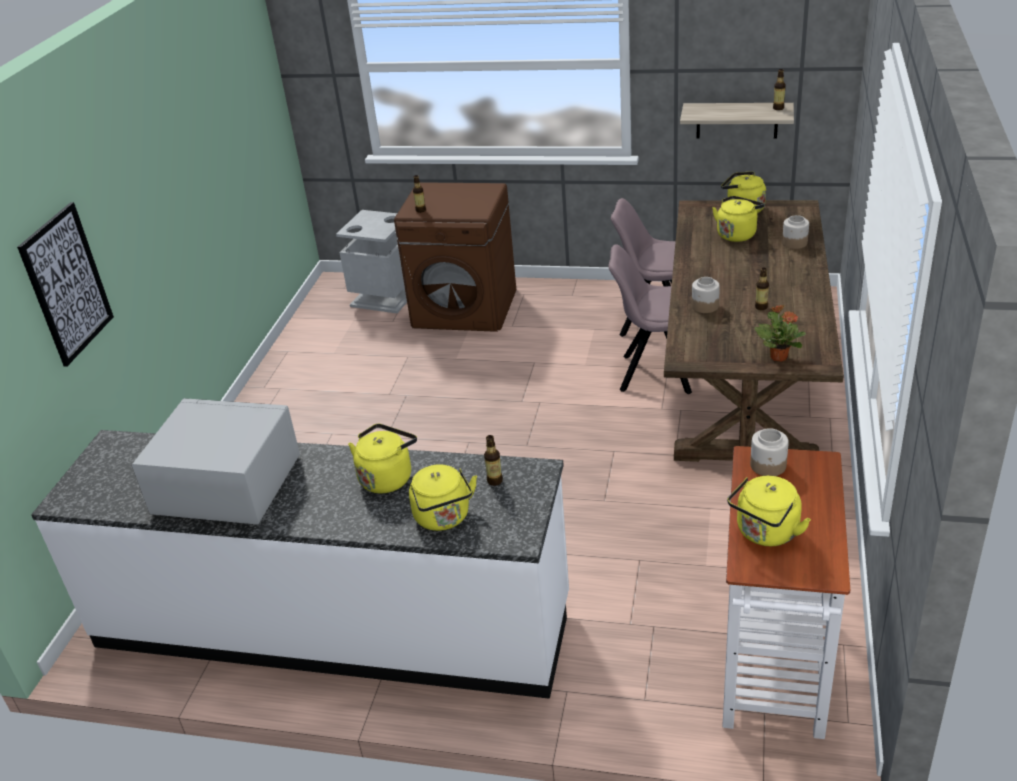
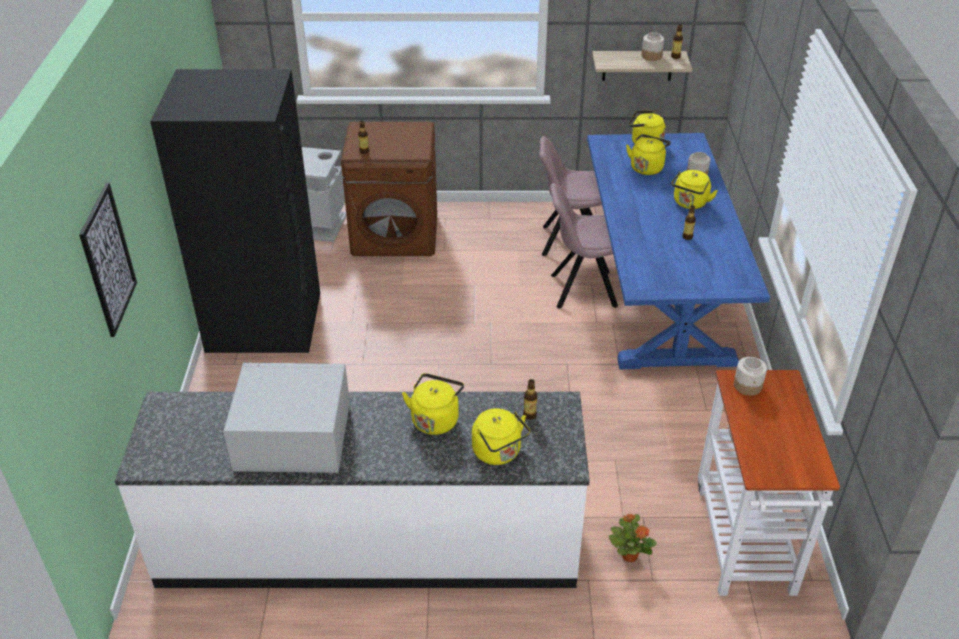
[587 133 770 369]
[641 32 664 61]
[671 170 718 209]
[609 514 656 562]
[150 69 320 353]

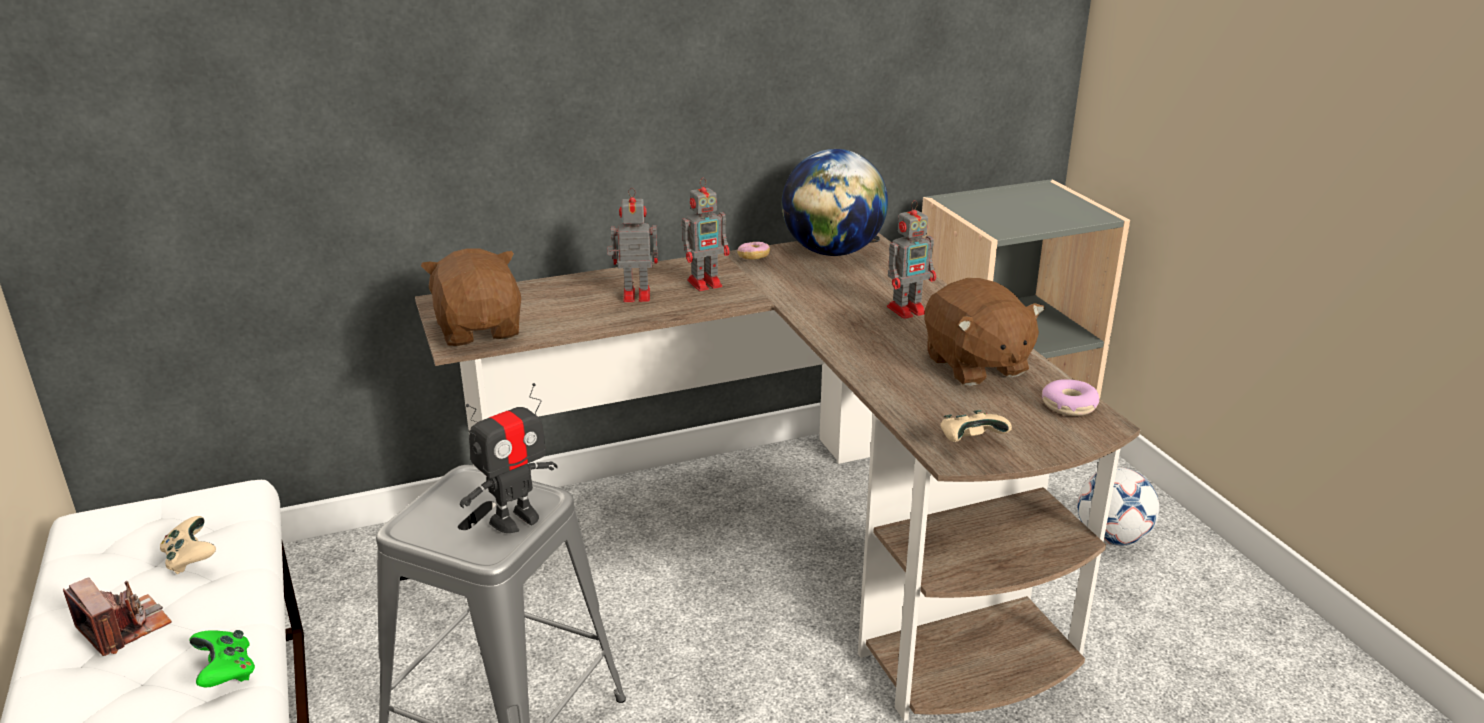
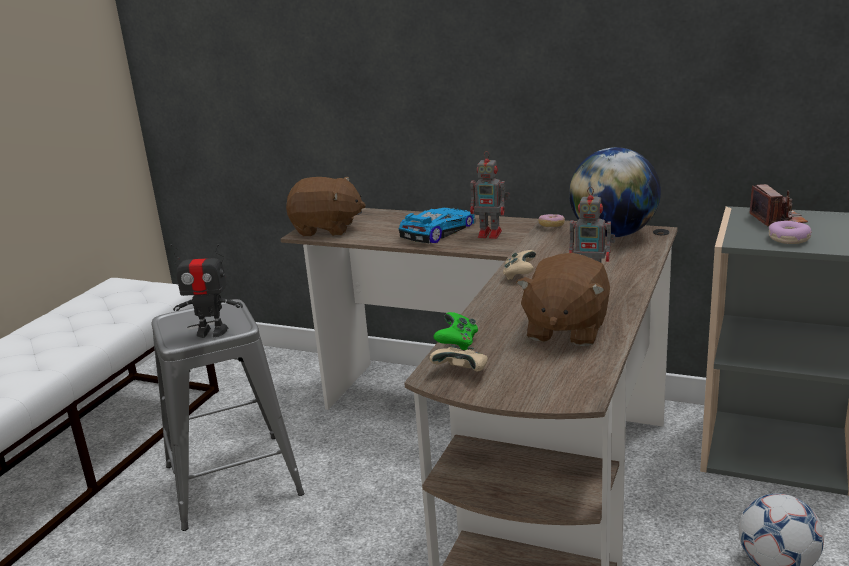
[749 184 808 226]
[503 250 536 280]
[433 312 478 350]
[286 177 366 236]
[398 207 476 244]
[769 221 812 244]

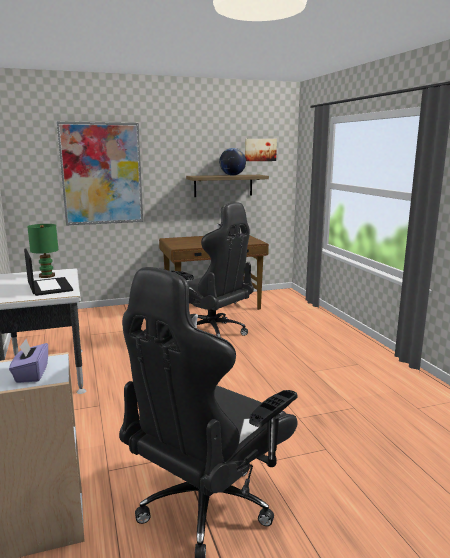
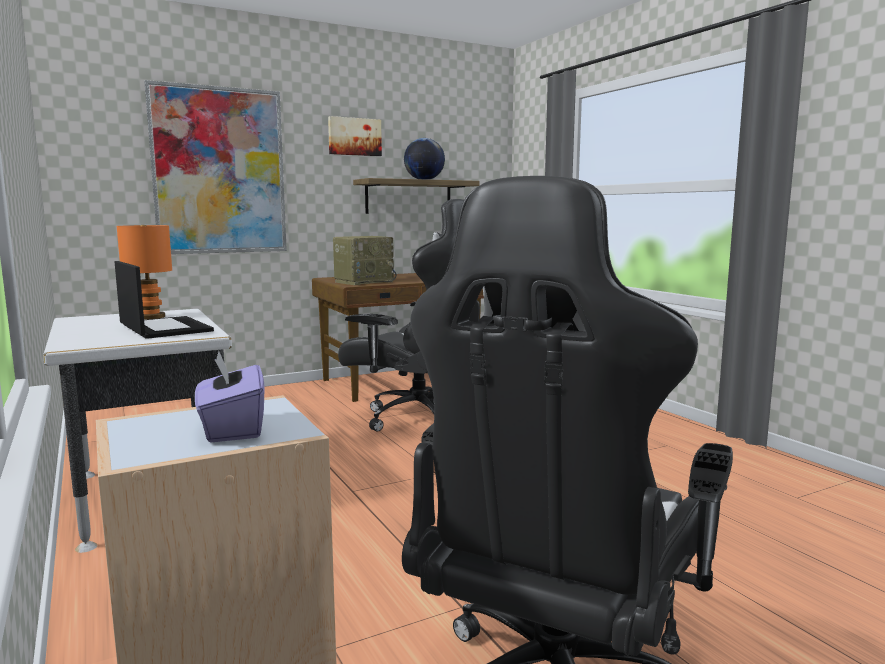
[116 225 172 320]
[328 116 382 156]
[333 236 397 285]

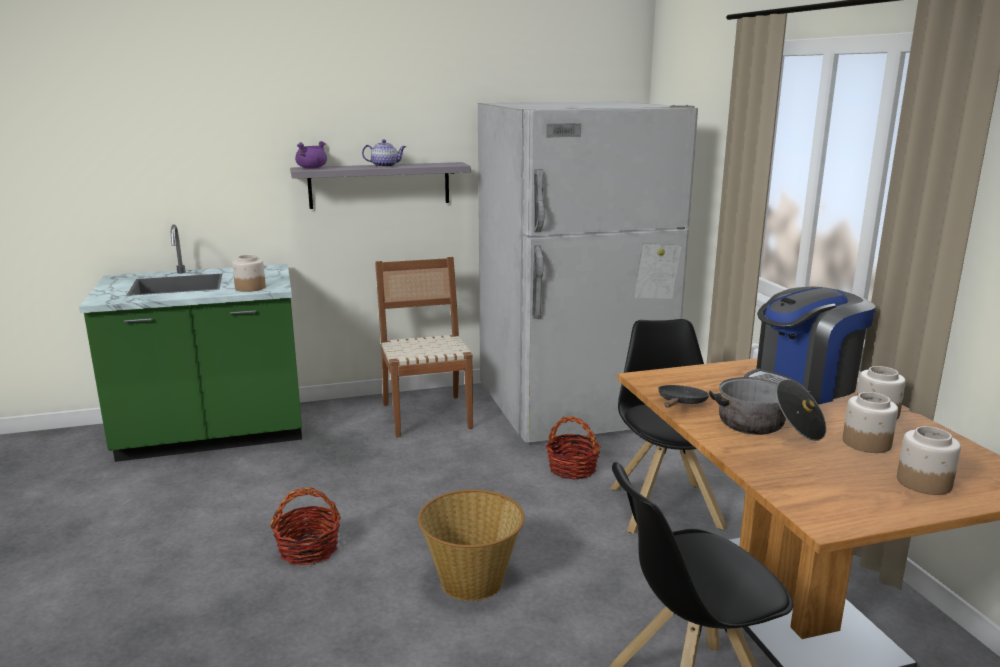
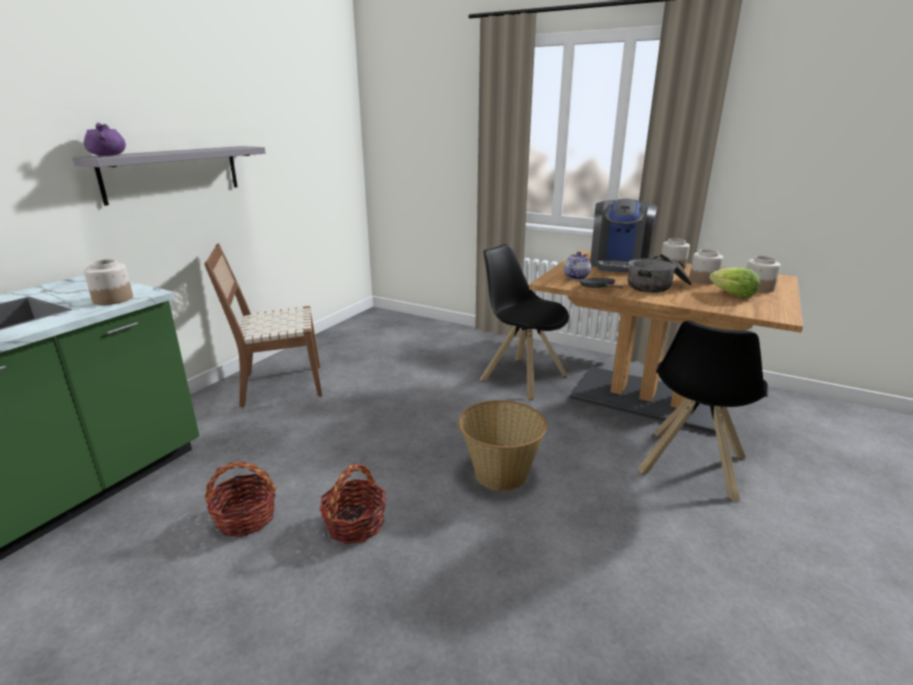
[564 252 591 280]
[204 243 322 407]
[478 102 698 443] (first image)
[205 461 277 537]
[709 267 760 298]

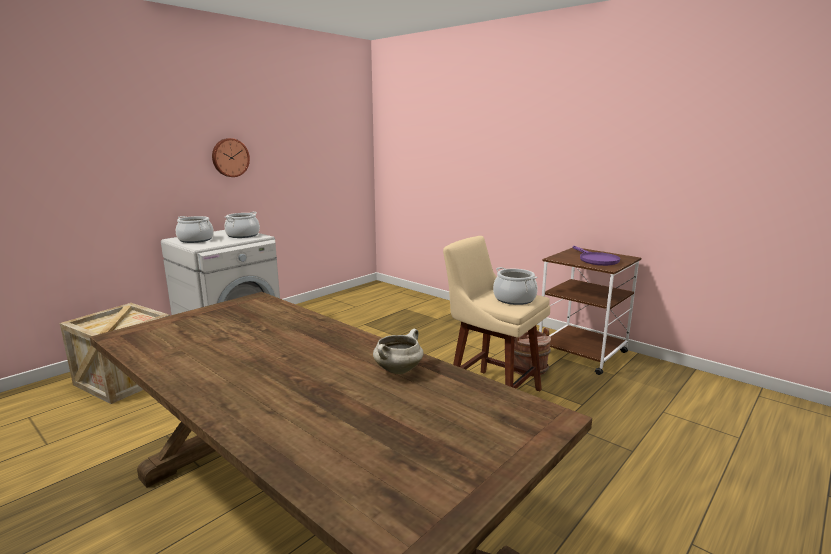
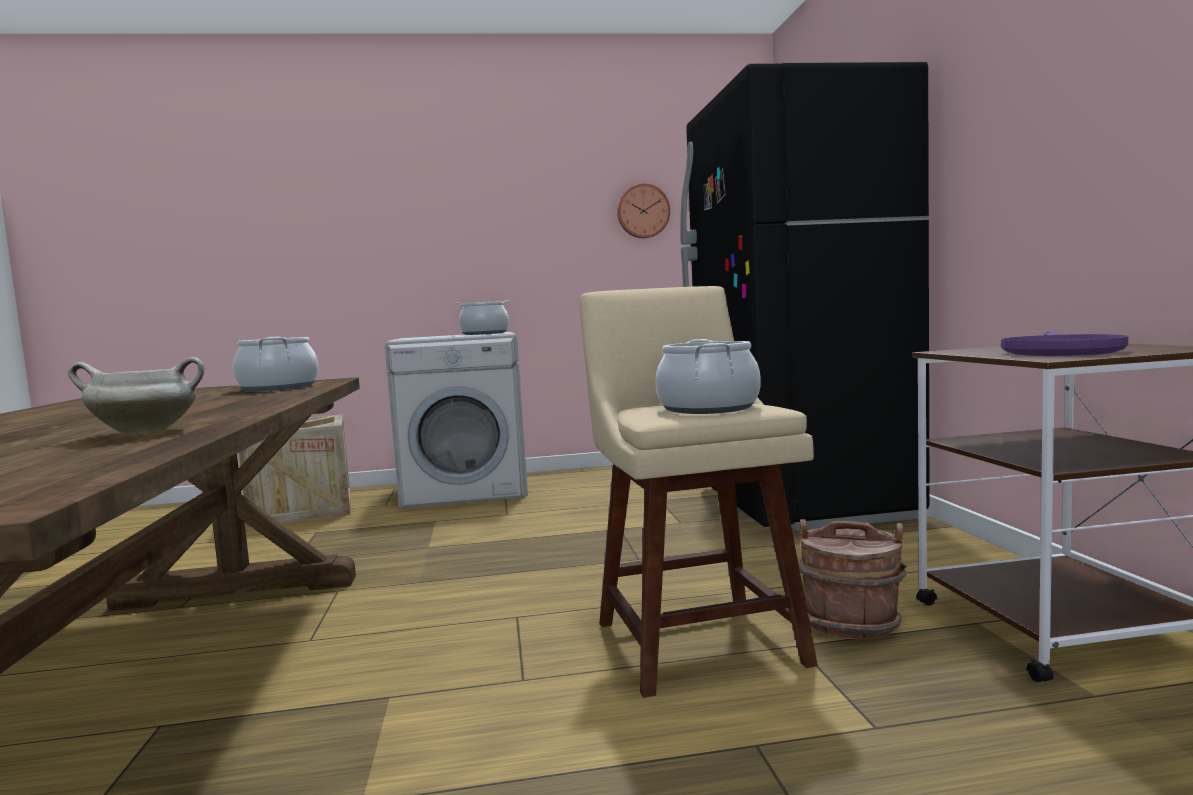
[233 336 318 391]
[617 183 670 238]
[680 62 930 531]

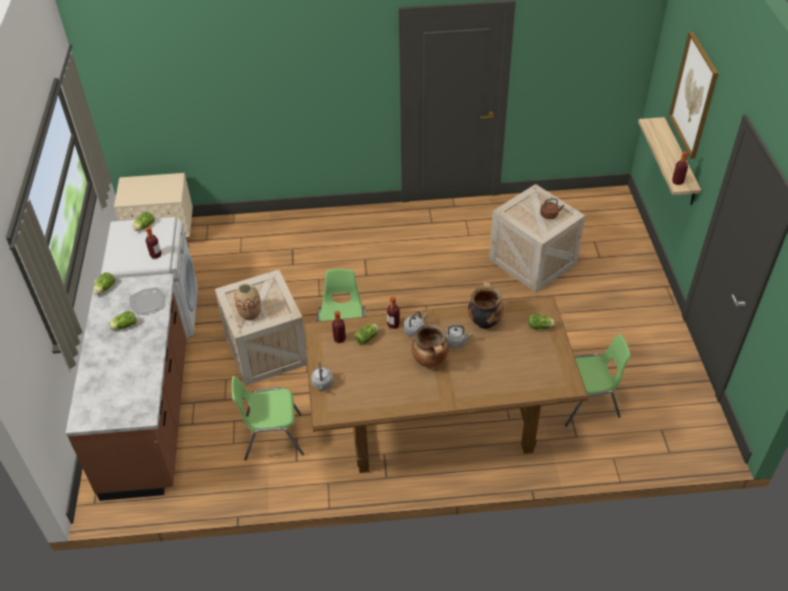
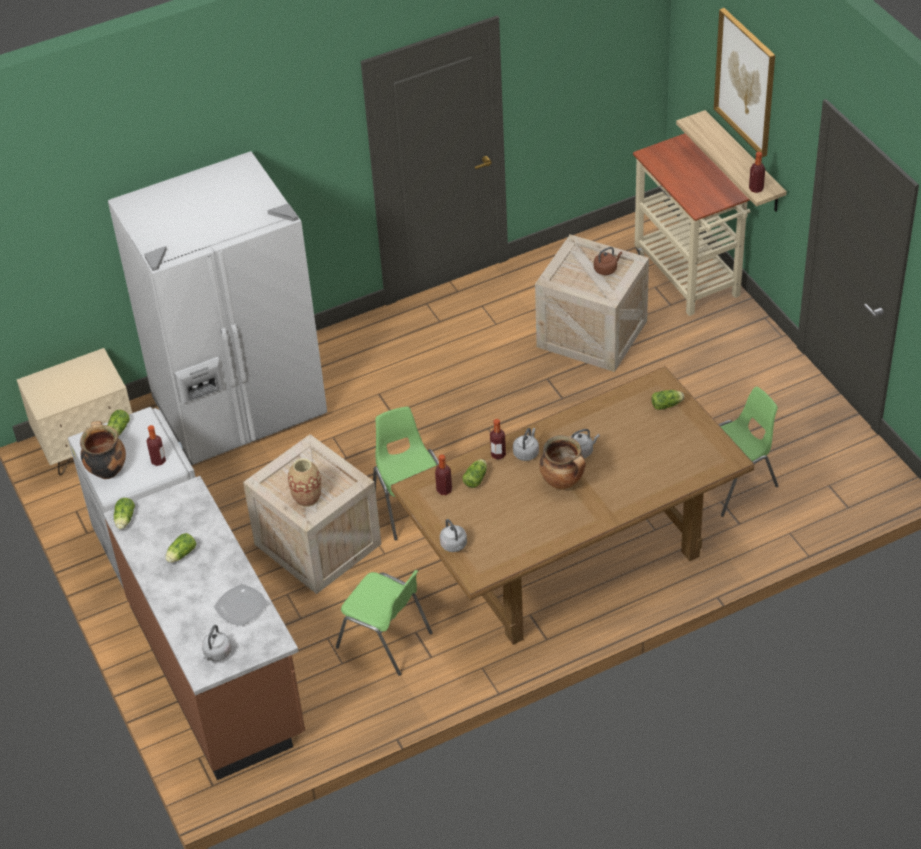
[214 584 268 626]
[336 570 433 676]
[80 421 126 479]
[108 151 327 465]
[202 625 232 661]
[633 133 751 316]

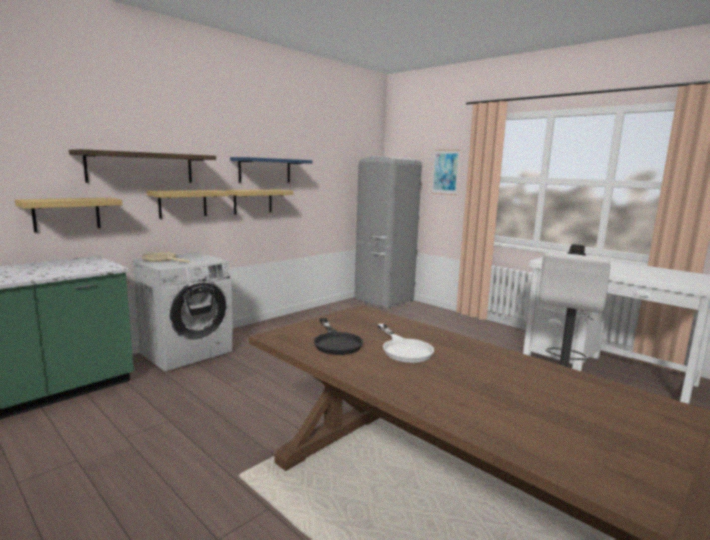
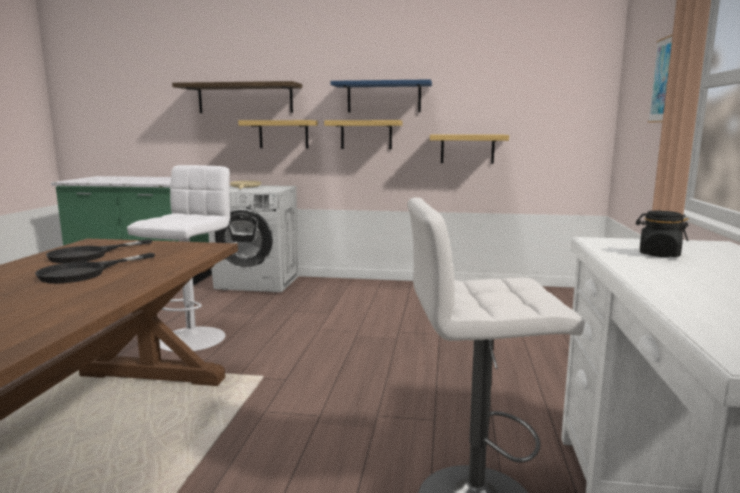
[430 135 509 164]
[355 156 422 308] (first image)
[35 253 155 283]
[127 165 230 352]

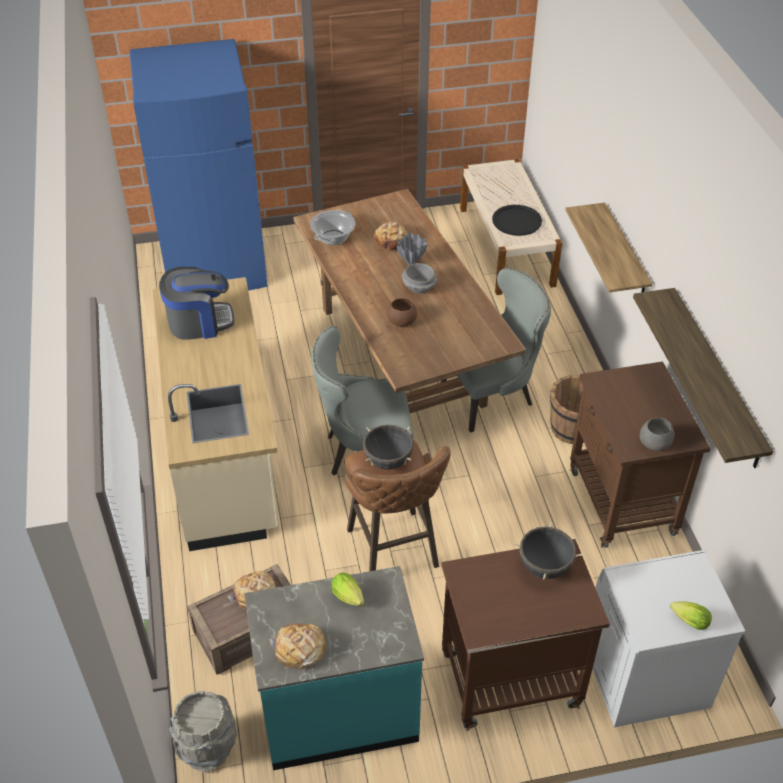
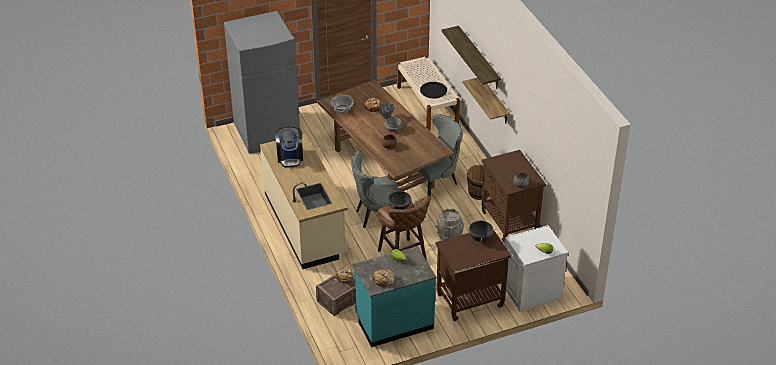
[224 11 300 154]
[275 127 303 167]
[436 208 464 240]
[441 26 501 89]

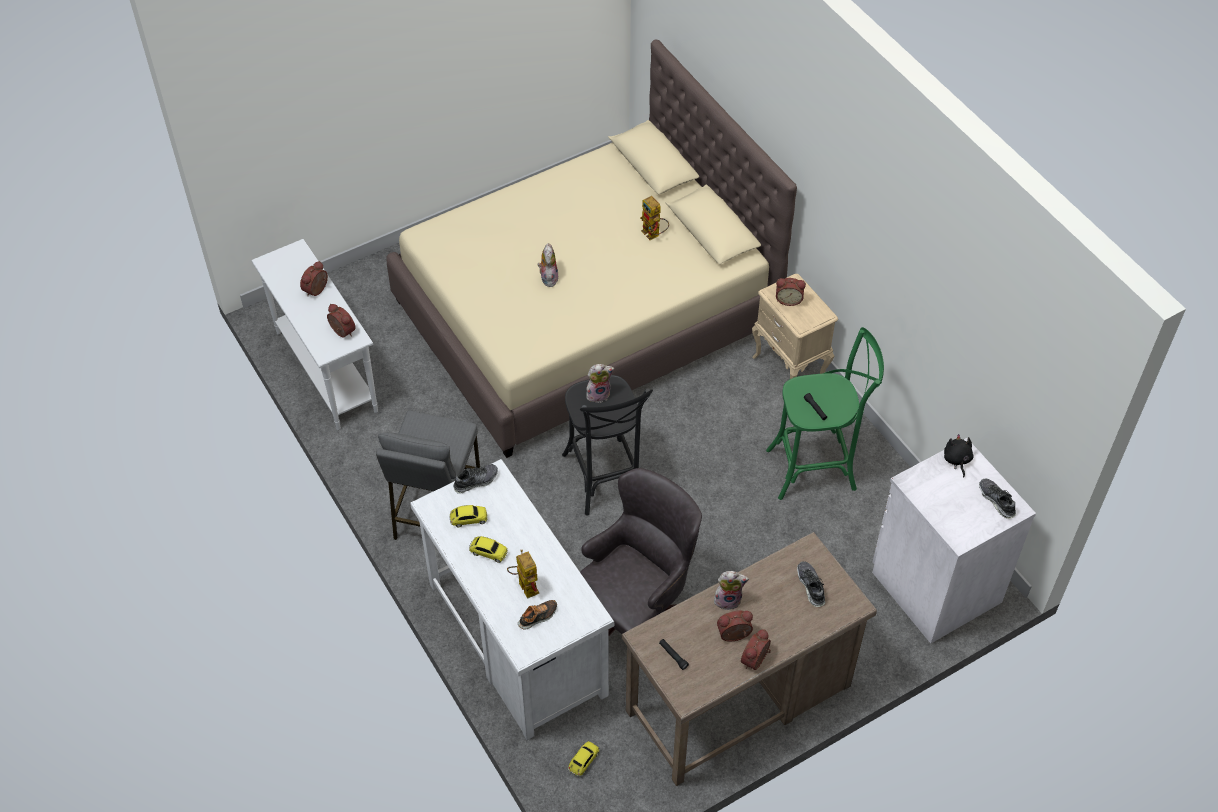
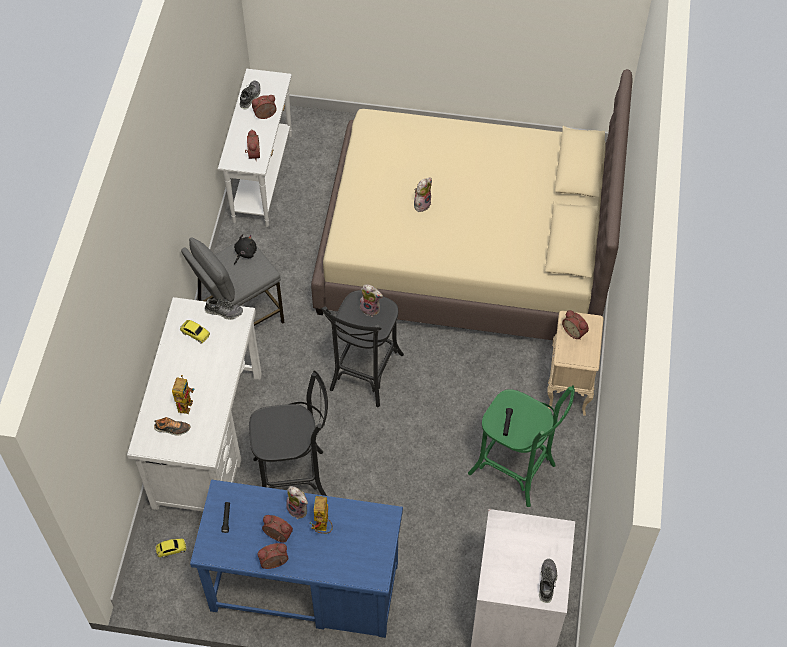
[469 536 508 563] (first image)
[249 370 328 496]
[190 480 403 638]
[310 496 333 534]
[239 80 261 109]
[234 234 257 265]

